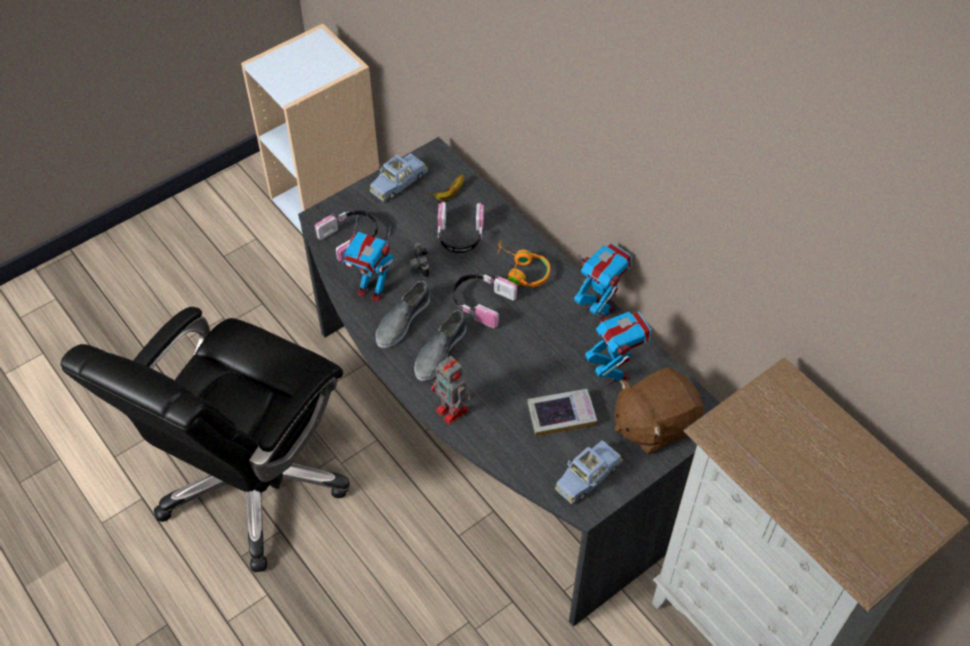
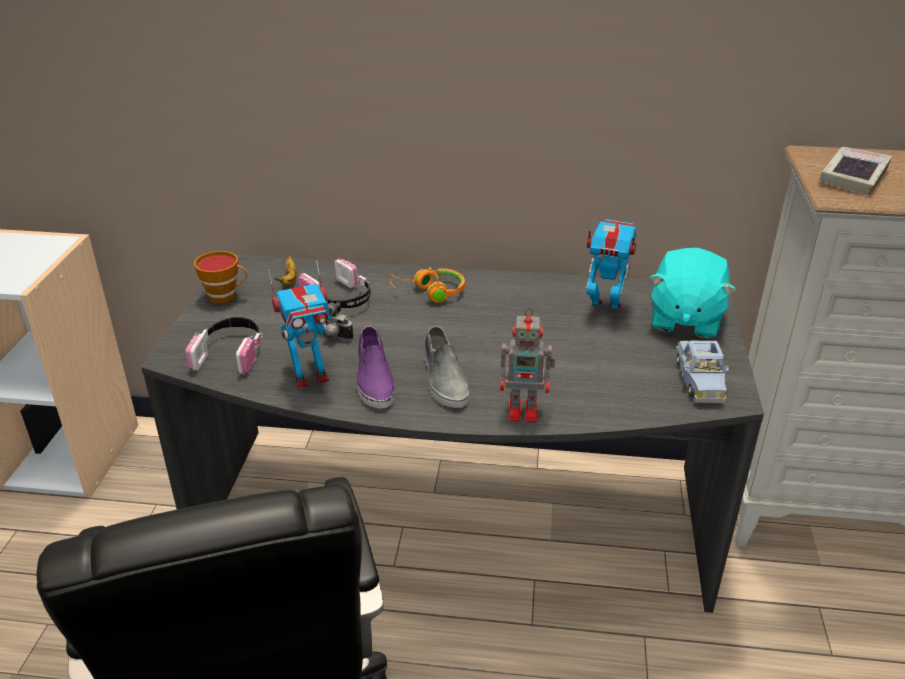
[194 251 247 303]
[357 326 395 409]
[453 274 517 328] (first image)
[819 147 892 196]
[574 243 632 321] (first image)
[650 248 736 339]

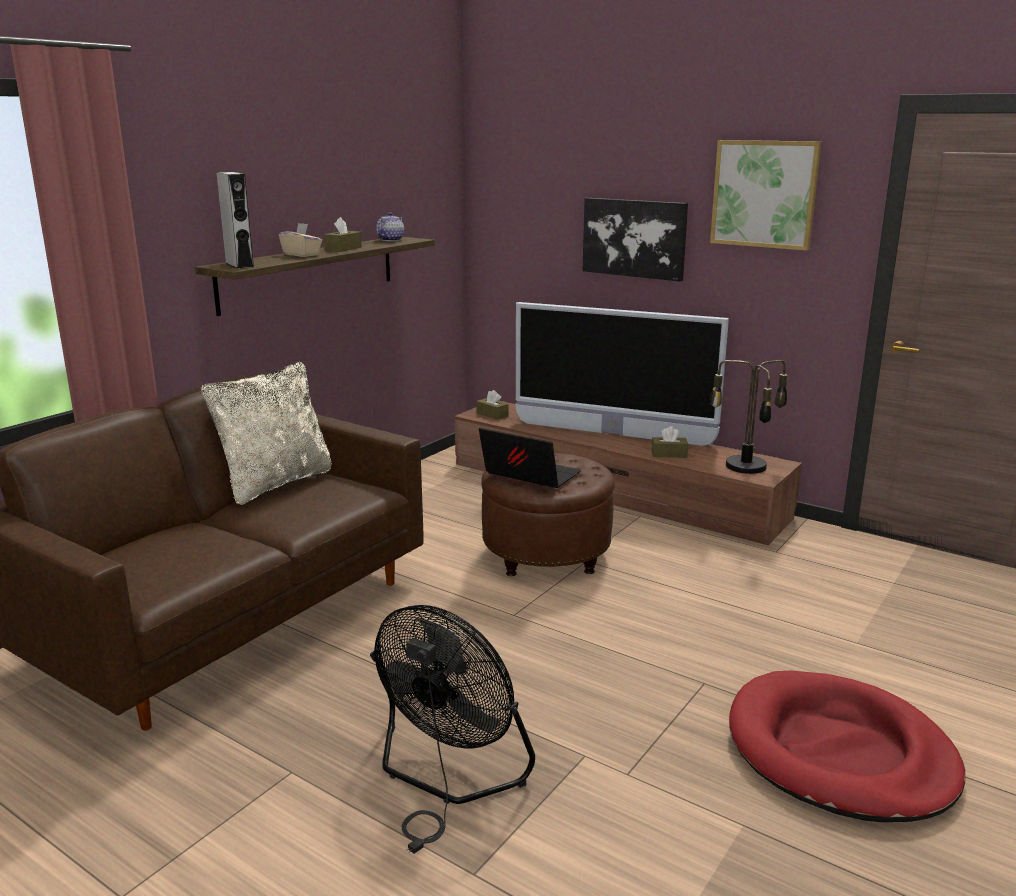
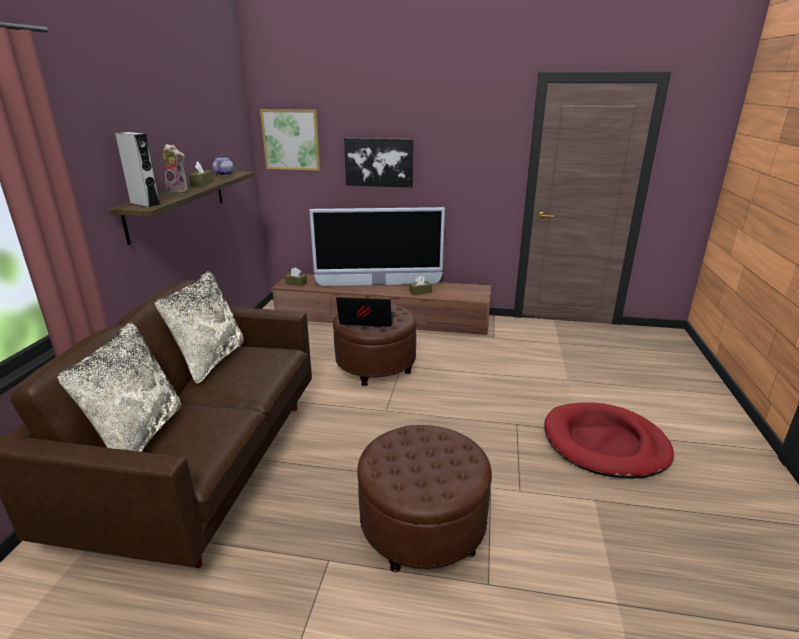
[163 144 188 194]
[357 425 492 572]
[260 109 321 171]
[710 360 788 474] (first image)
[57 323 181 452]

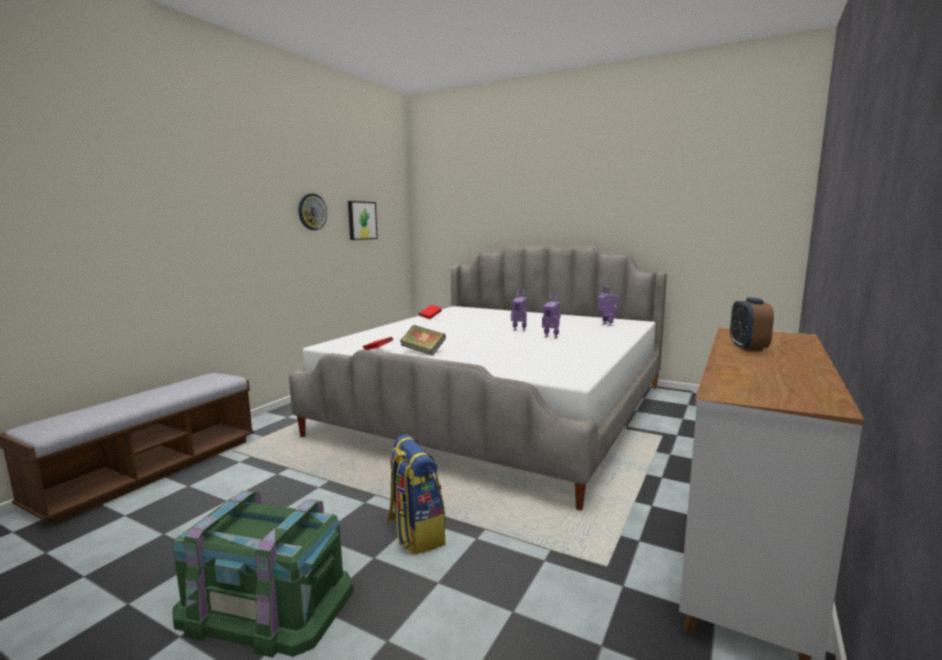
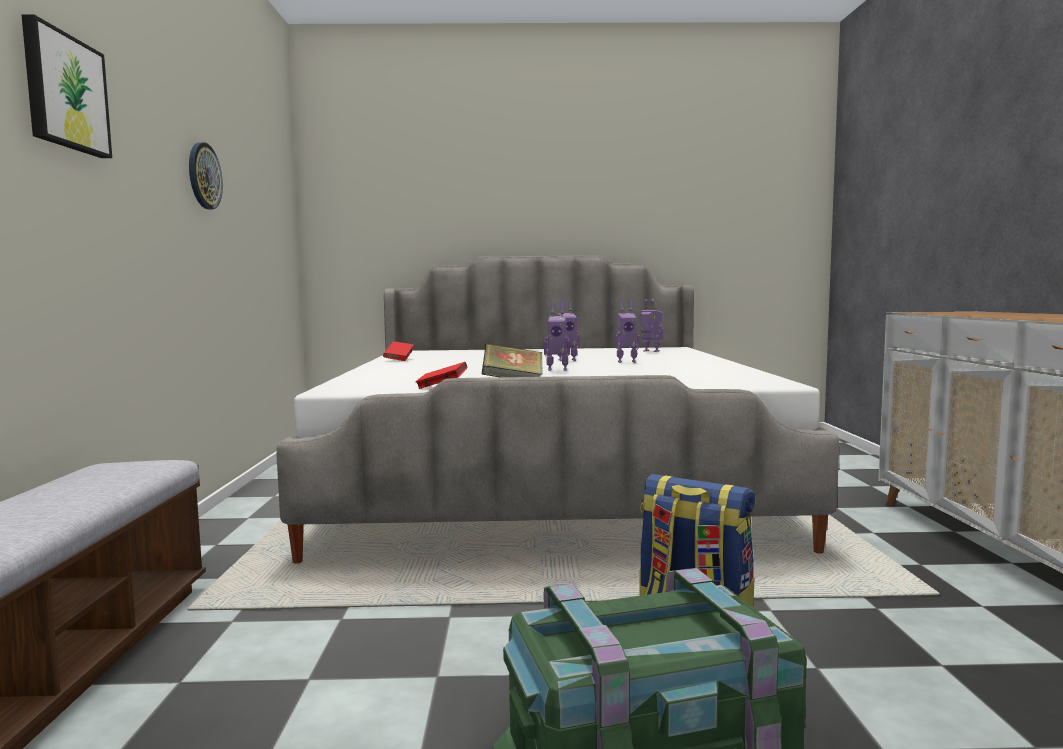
[22 15 112 158]
[730 297 774 351] (first image)
[544 303 570 371]

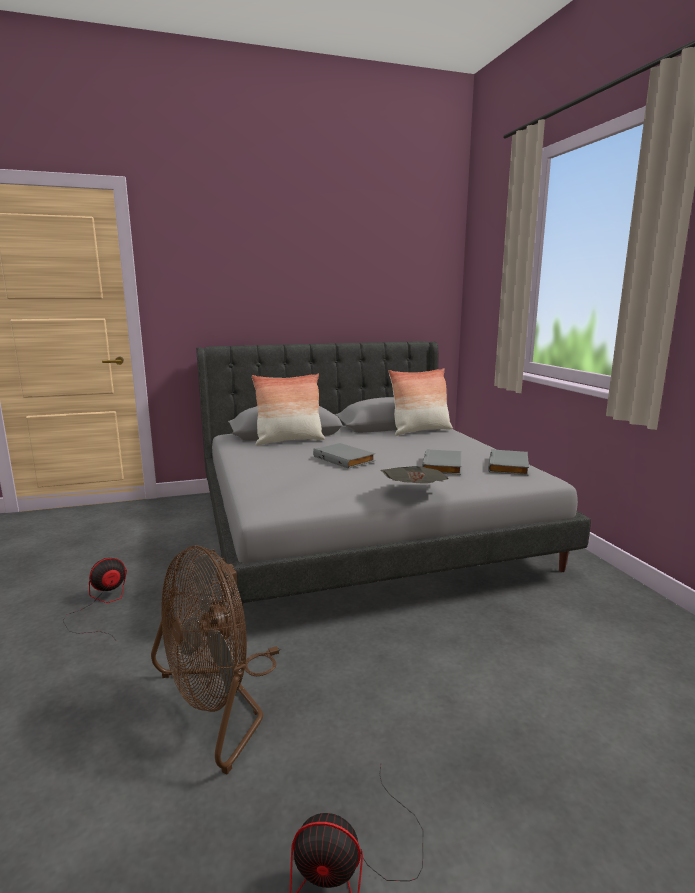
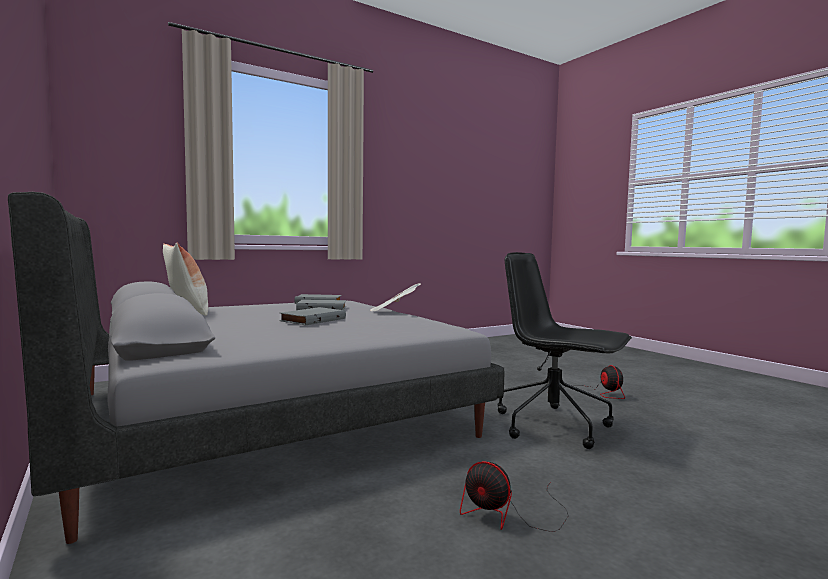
[497 252 632 449]
[252 374 325 446] (first image)

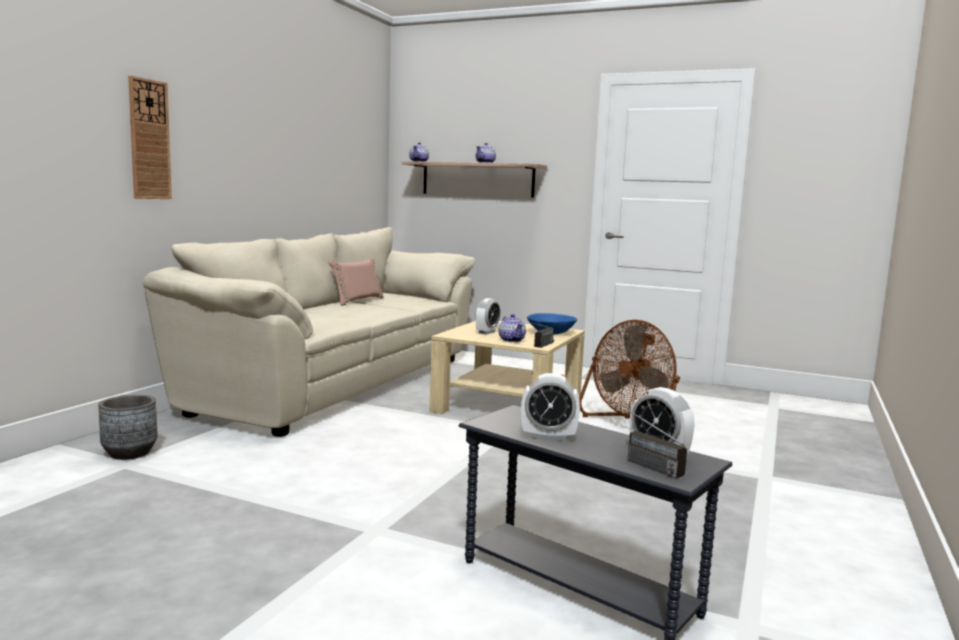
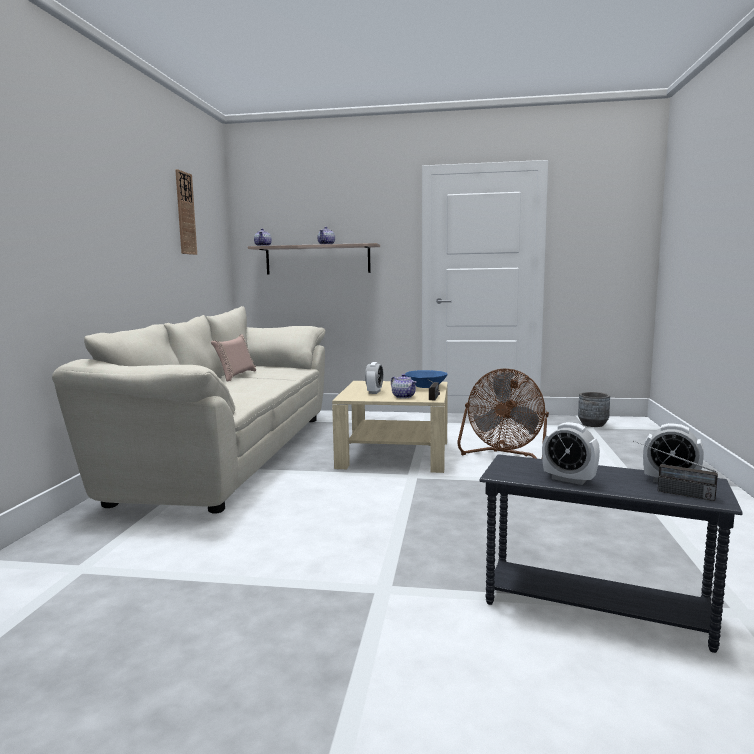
[578 392 610 427]
[175 169 197 255]
[542 422 600 485]

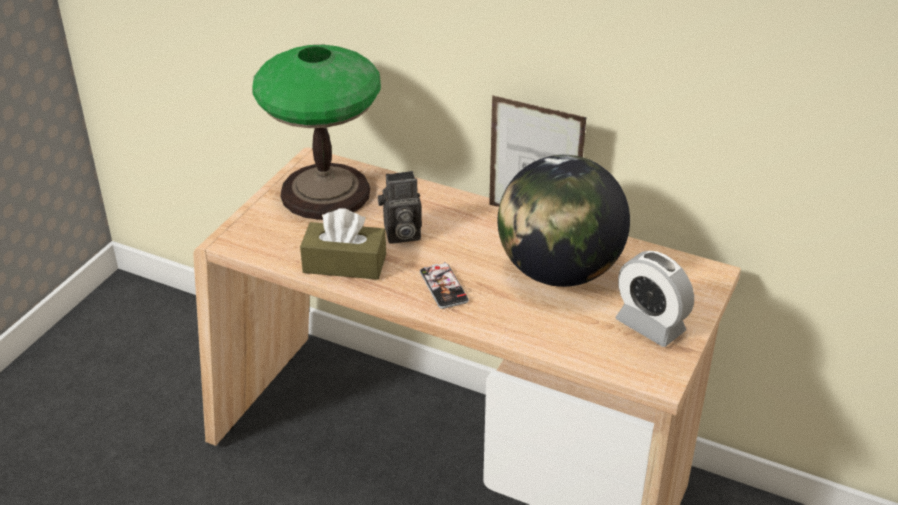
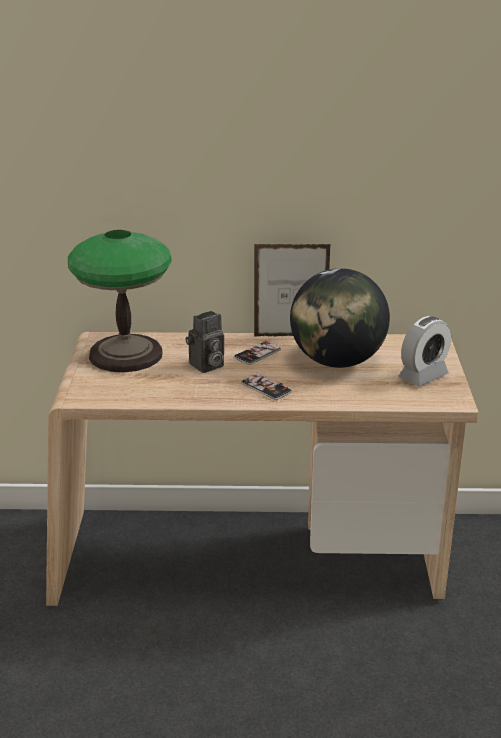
[300 208 386 280] (first image)
[399 316 451 386]
[234 340 281 365]

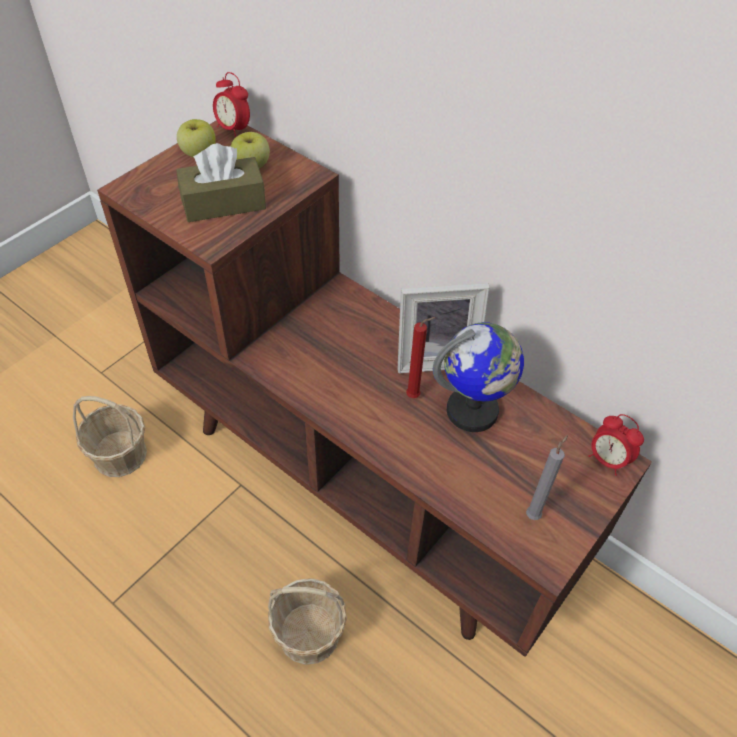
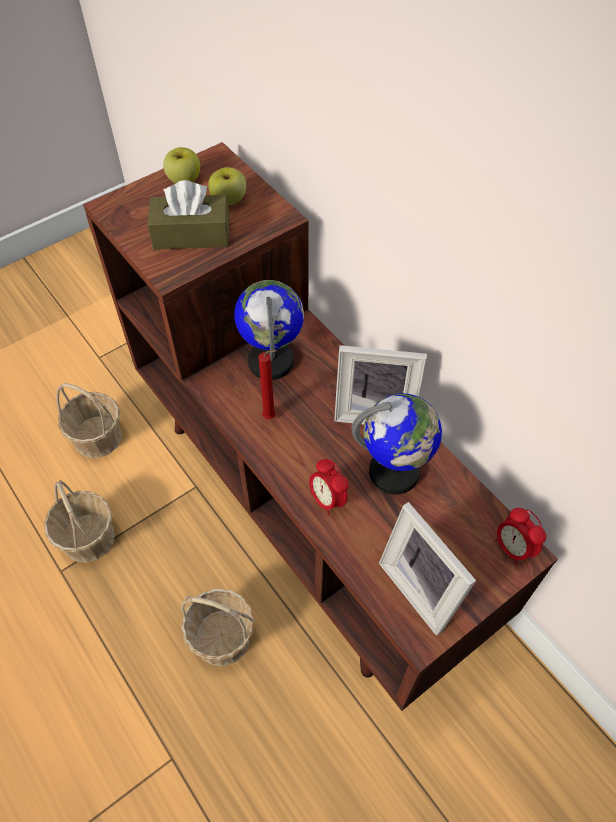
[309 459 349 516]
[259 350 277 419]
[379 502 476 635]
[44 480 115 563]
[234 280 304 380]

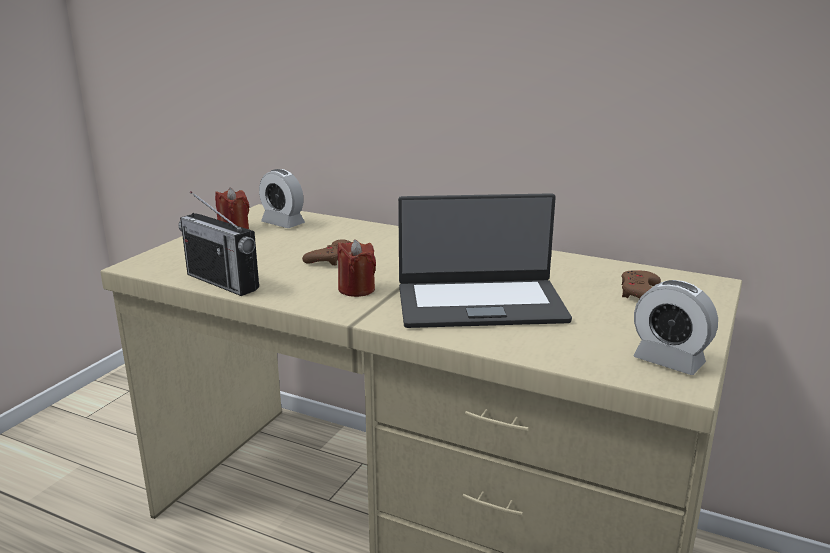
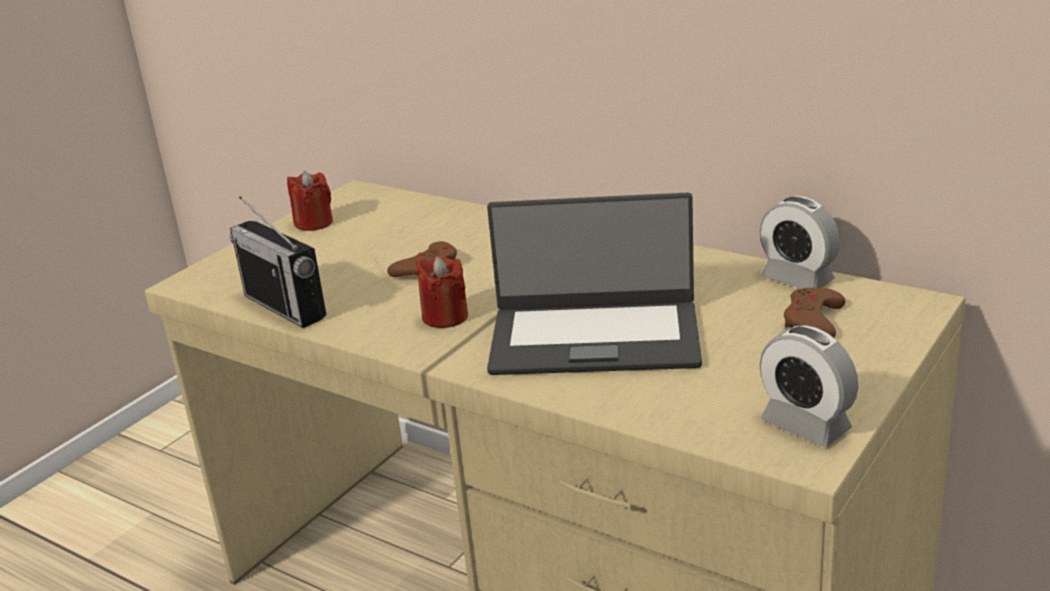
[760 196 840 288]

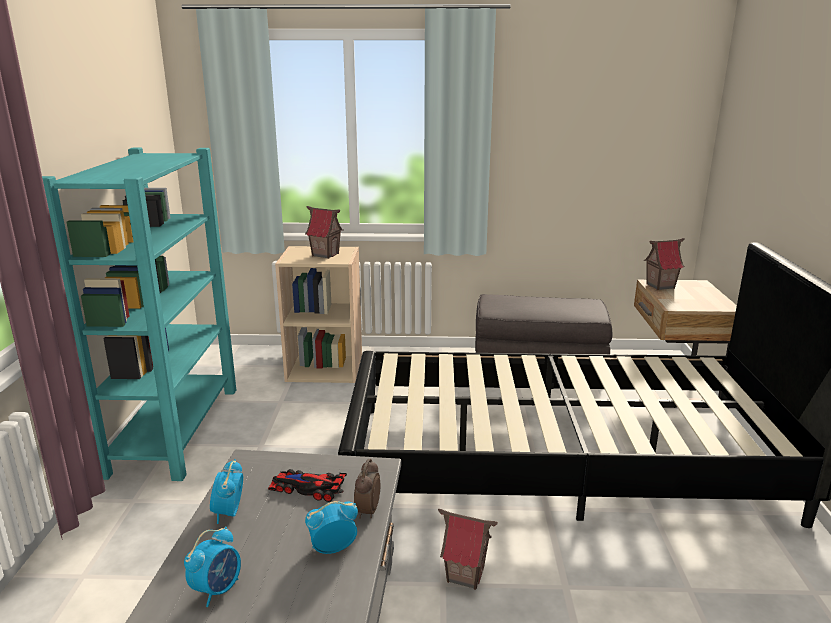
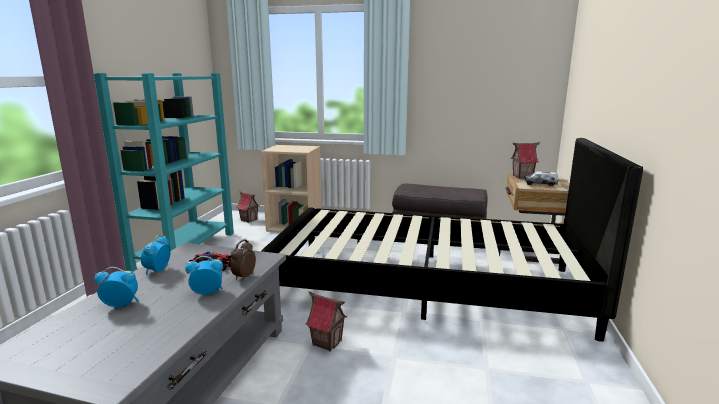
[94 267 139 307]
[236 191 259 223]
[524 171 558 186]

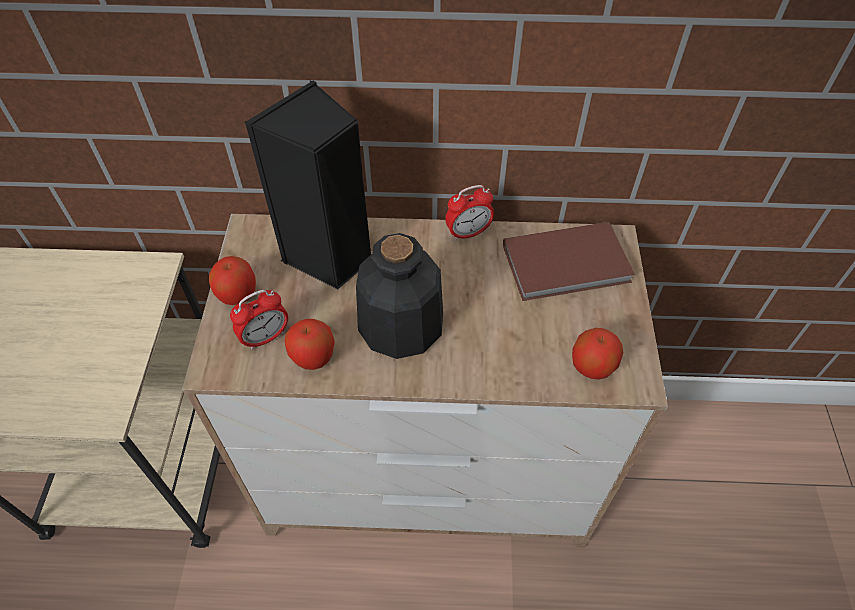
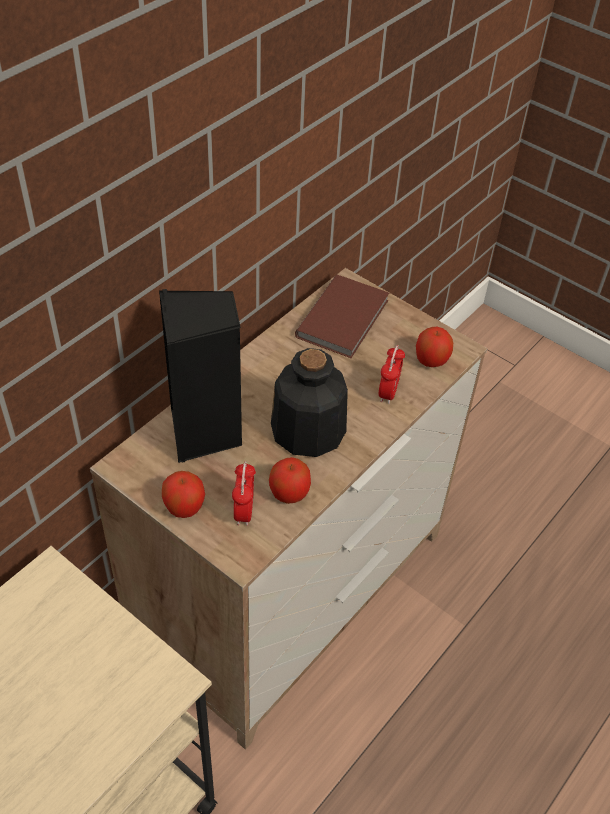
[378 345 405 404]

